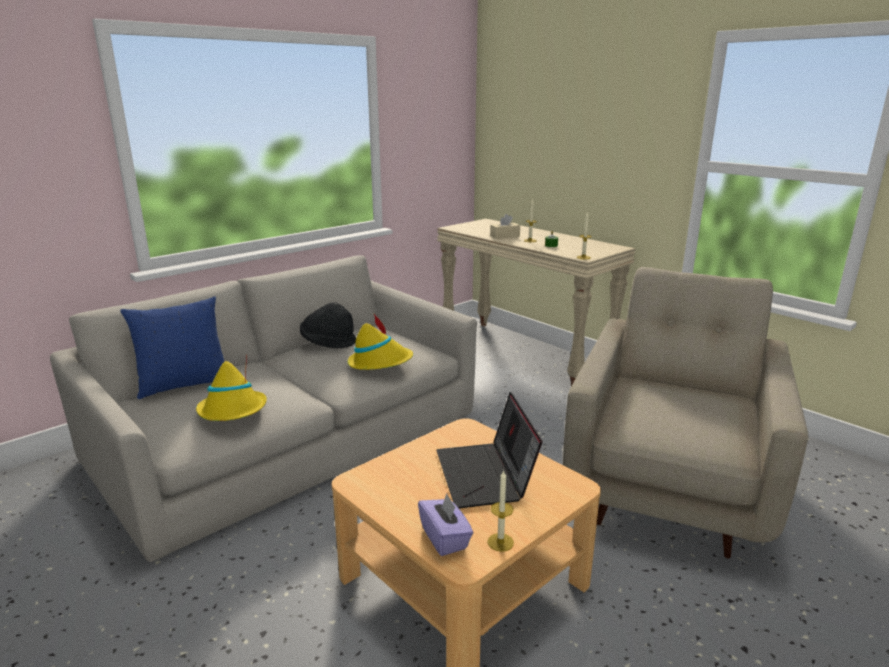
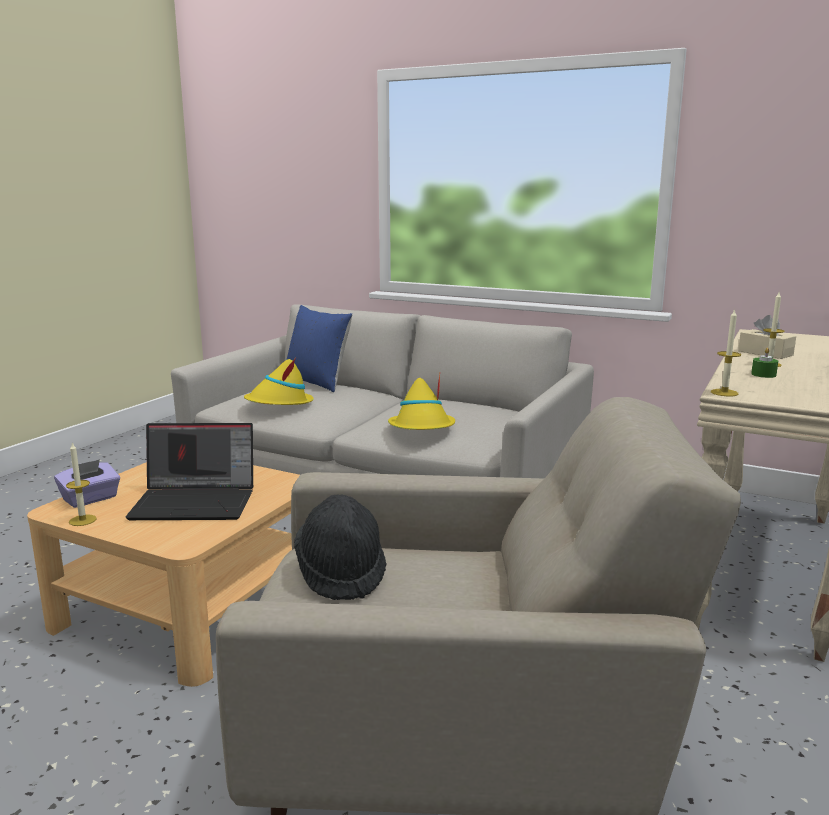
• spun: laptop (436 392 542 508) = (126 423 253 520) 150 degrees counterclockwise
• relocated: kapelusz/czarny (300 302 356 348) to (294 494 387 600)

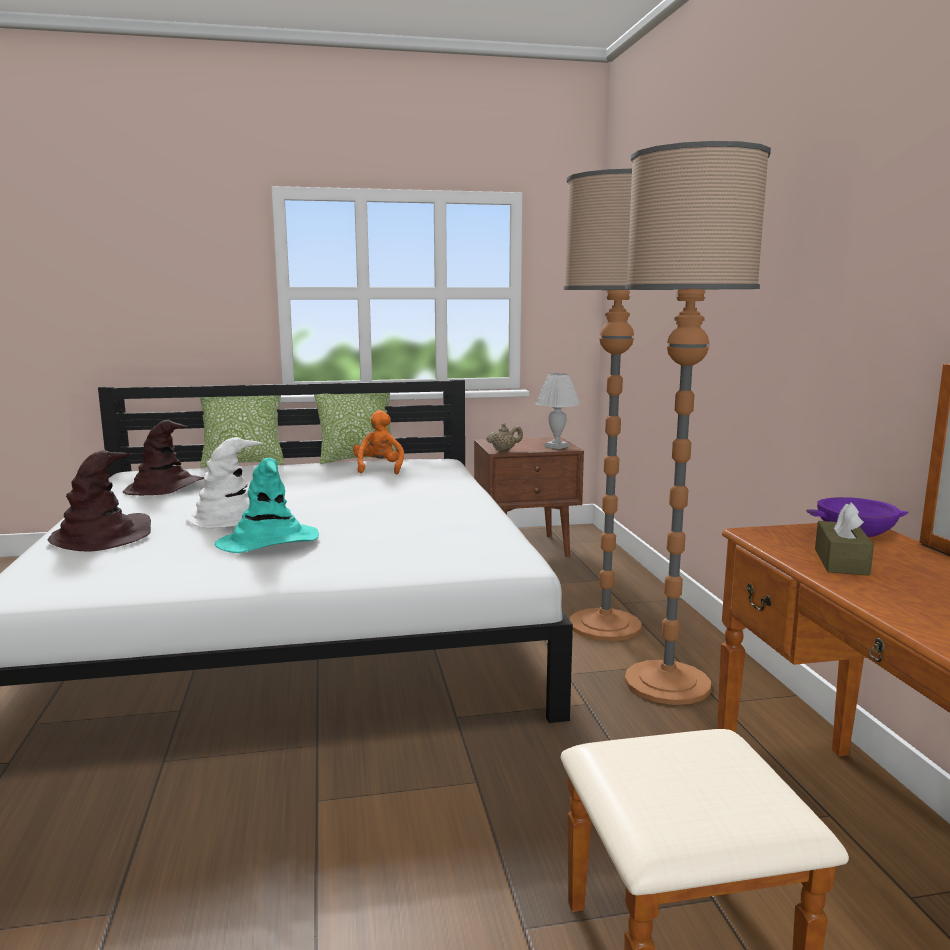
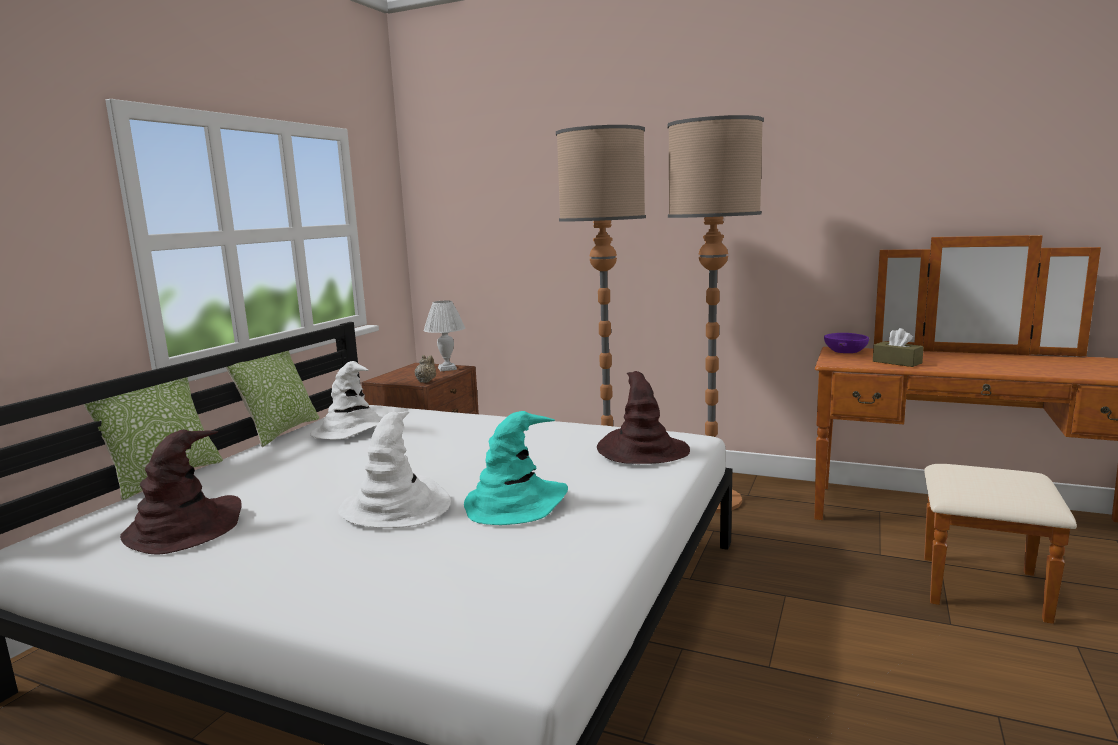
• exchanged: pluszak/pomarańczowy (353 410 404 474) to kapelusz/biały (310 361 385 440)
• relocated: kapelusz/brązowy (47 450 151 552) to (597 371 690 464)

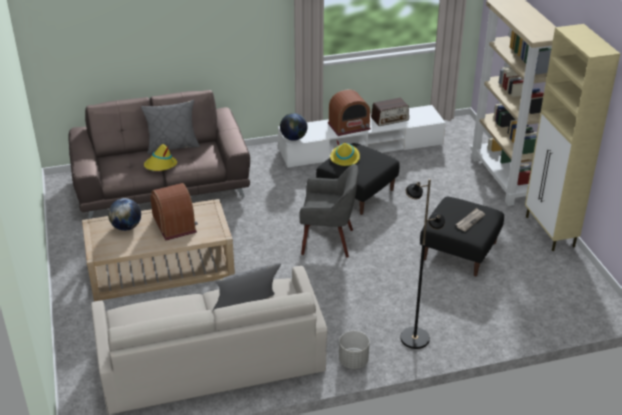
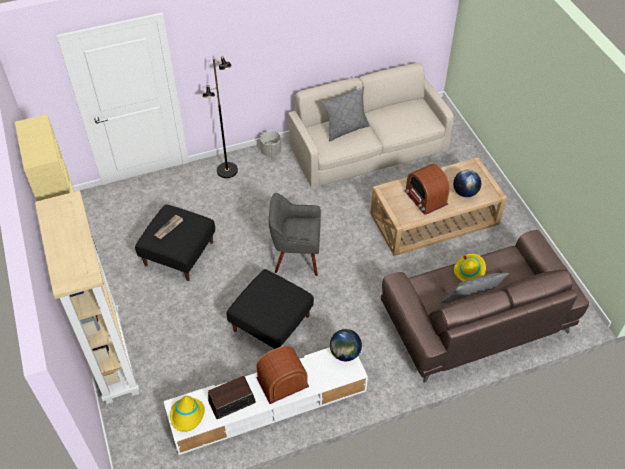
• relocated: kapelusz/żółty (330 141 360 166) to (170 396 205 432)

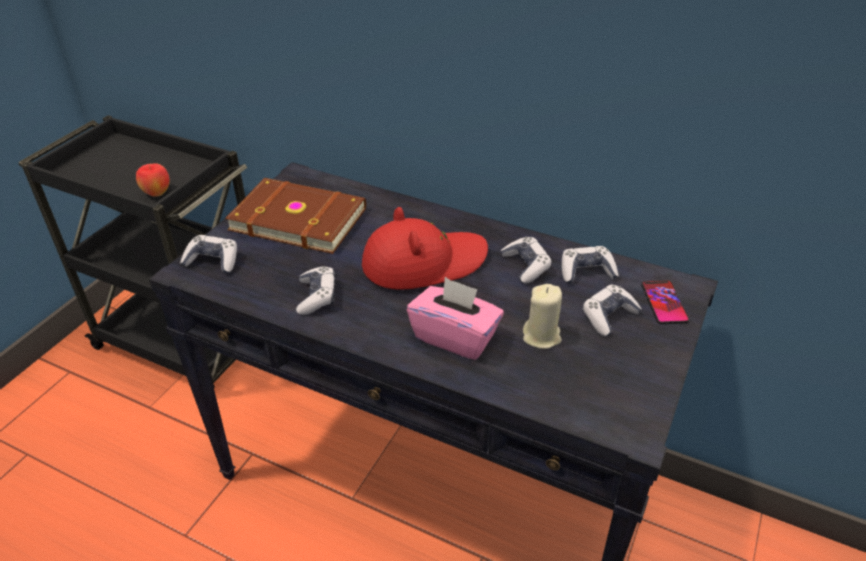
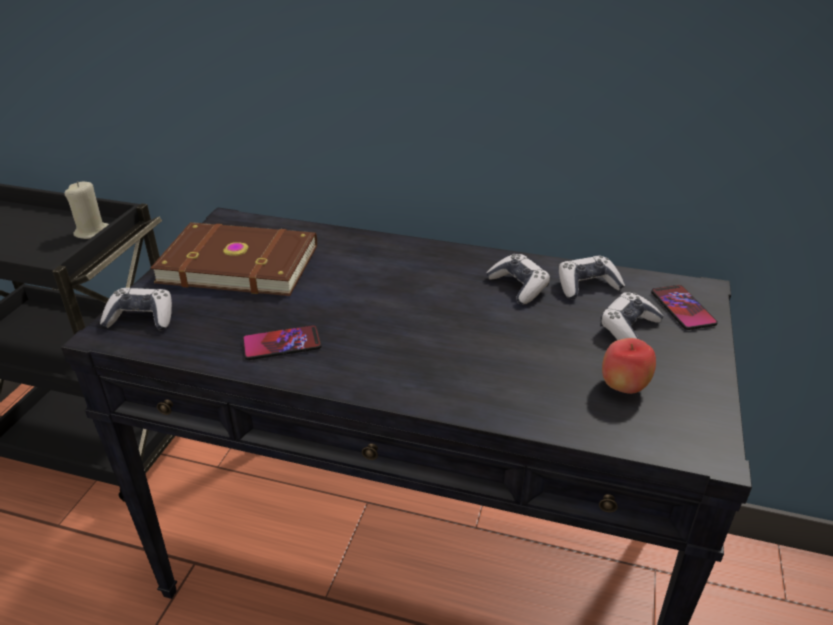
• relocated: świeca/beżowy (523 284 562 349) to (64 181 109 239)
• exchanged: pad do gier (296 266 335 315) to telefon (242 325 322 360)
• relocated: jabłko (136 163 170 197) to (602 338 656 394)
• missing: kapelusz/czerwony (362 207 488 290)
• missing: pudełko chusteczek/różowy (407 277 504 360)

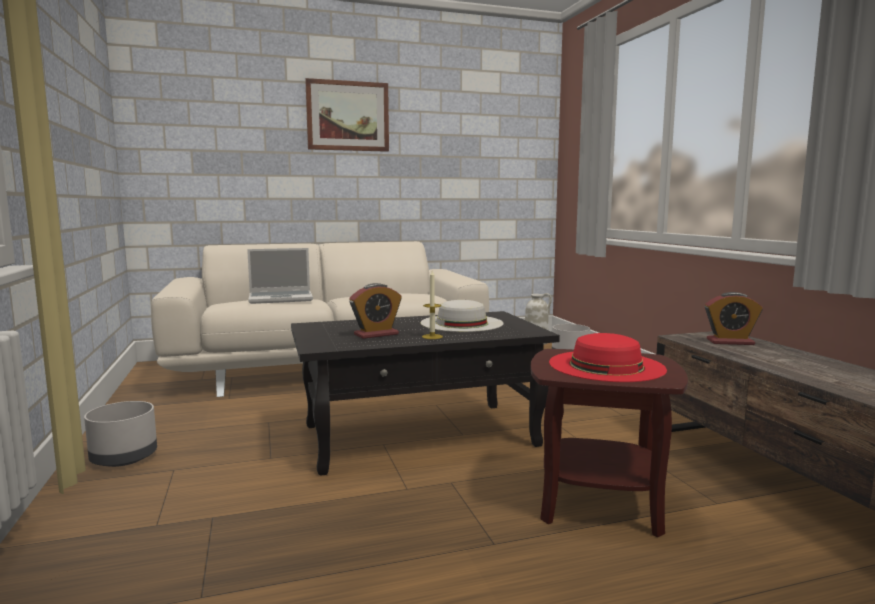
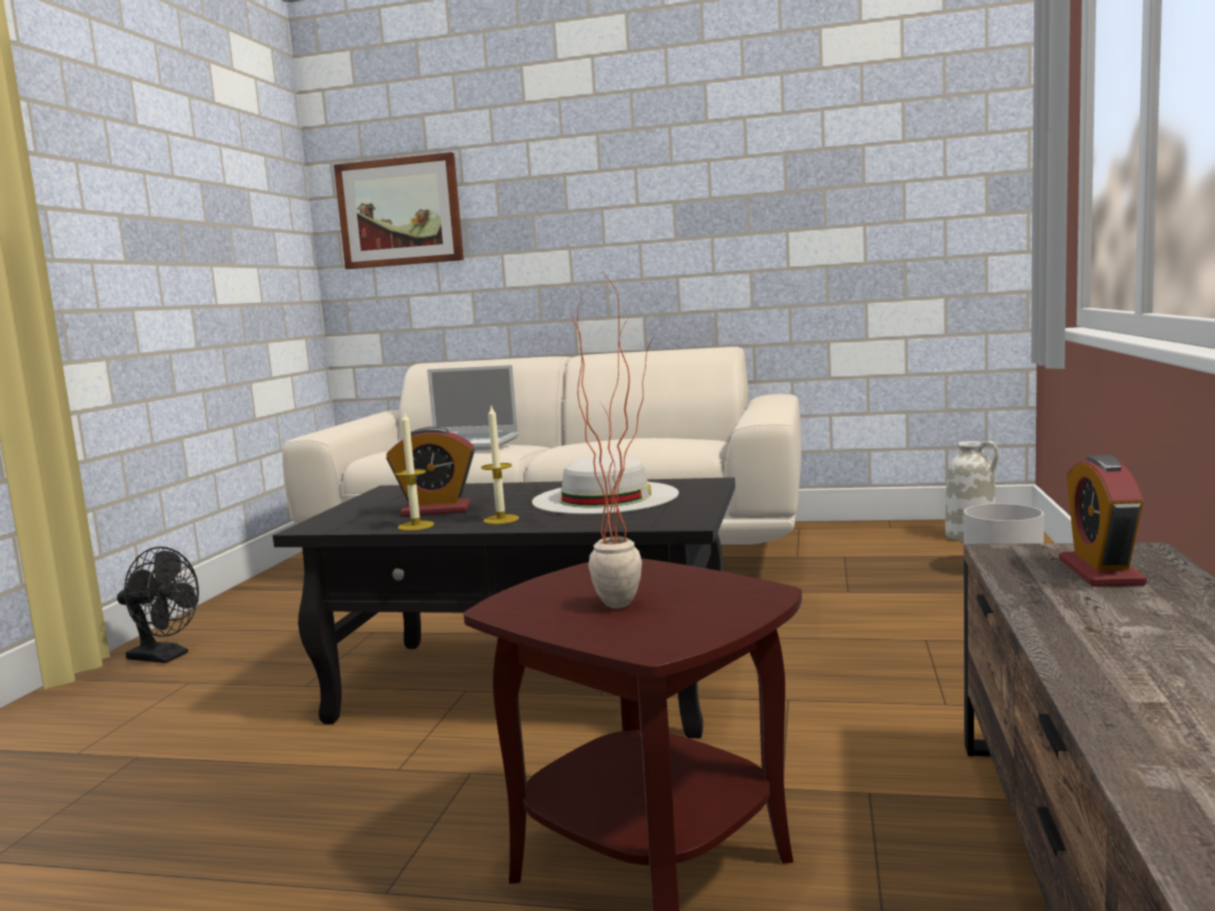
• exchanged: donica/szary (84 401 157 467) to wentylator/czarny (117 547 199 663)
• relocated: obraz (305 78 389 152) to (334 152 464 269)
• appeared: świeca (395 410 434 531)
• exchanged: kapelusz/czerwony (549 333 667 382) to roślina doniczkowa (570 275 654 608)
• spun: budzik (705 292 763 345) = (1059 455 1147 587) 60 degrees clockwise

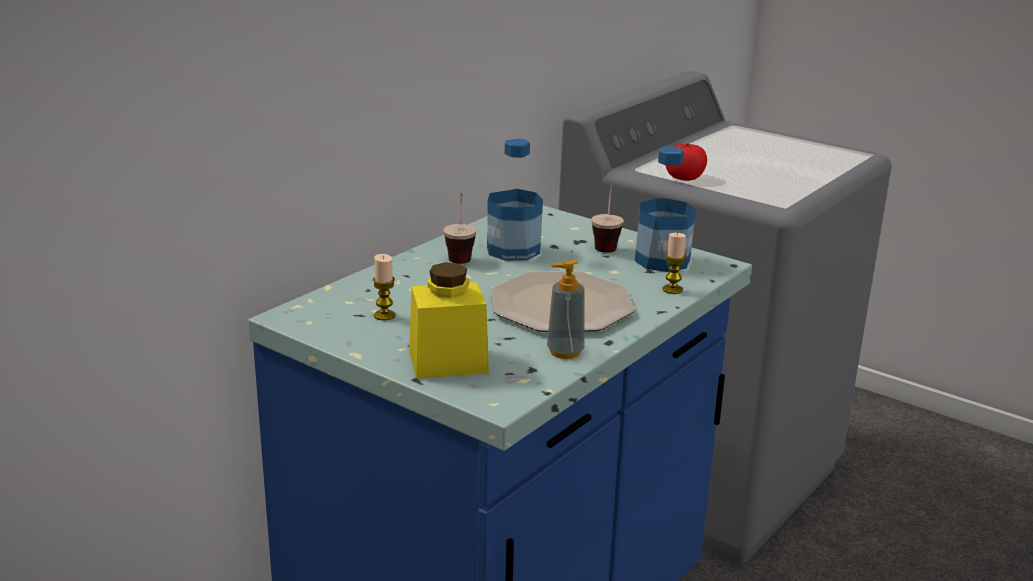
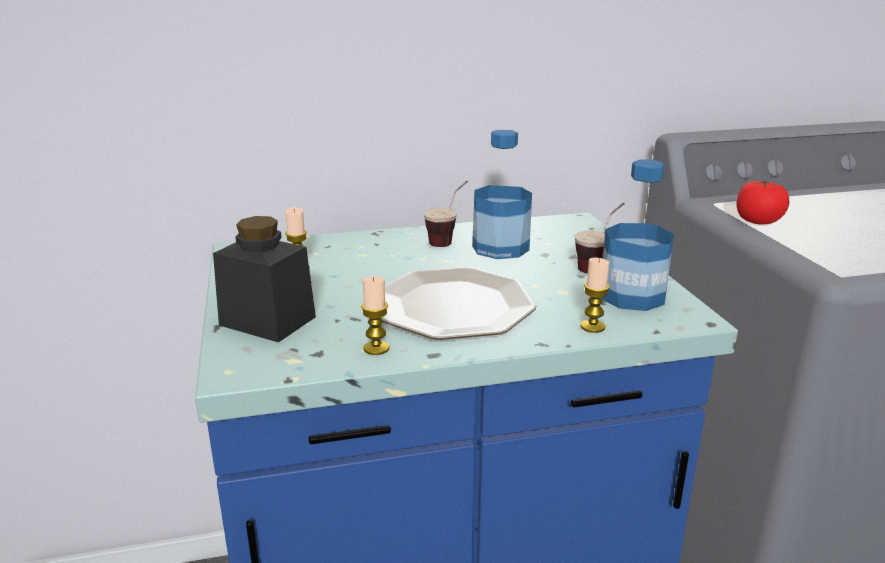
• colour: słoik/żółty (409 262 489 379) to słoik/czarny (213 216 316 342)
• exchanged: dozownik mydła (547 260 585 359) to świeca (361 276 389 355)

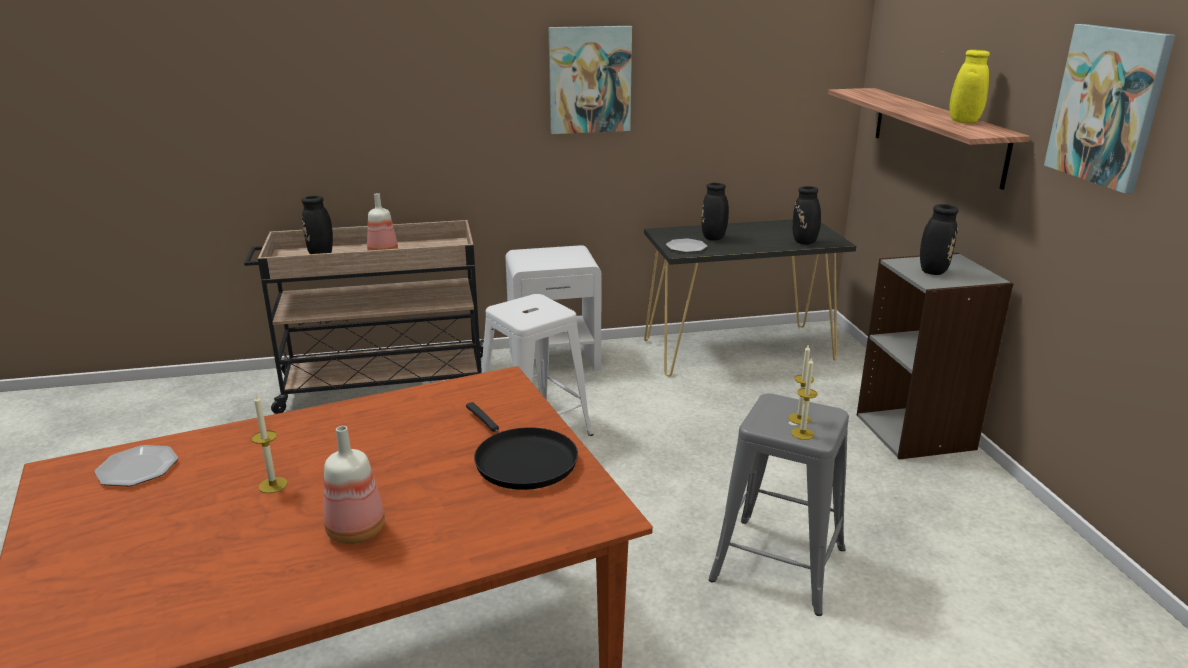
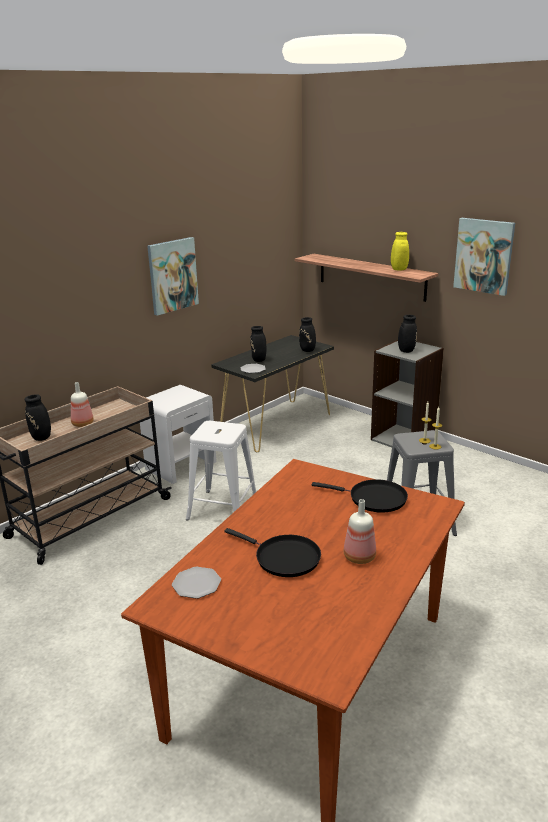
• exchanged: świeca (251 394 288 493) to patelnia/czarny (224 528 321 577)

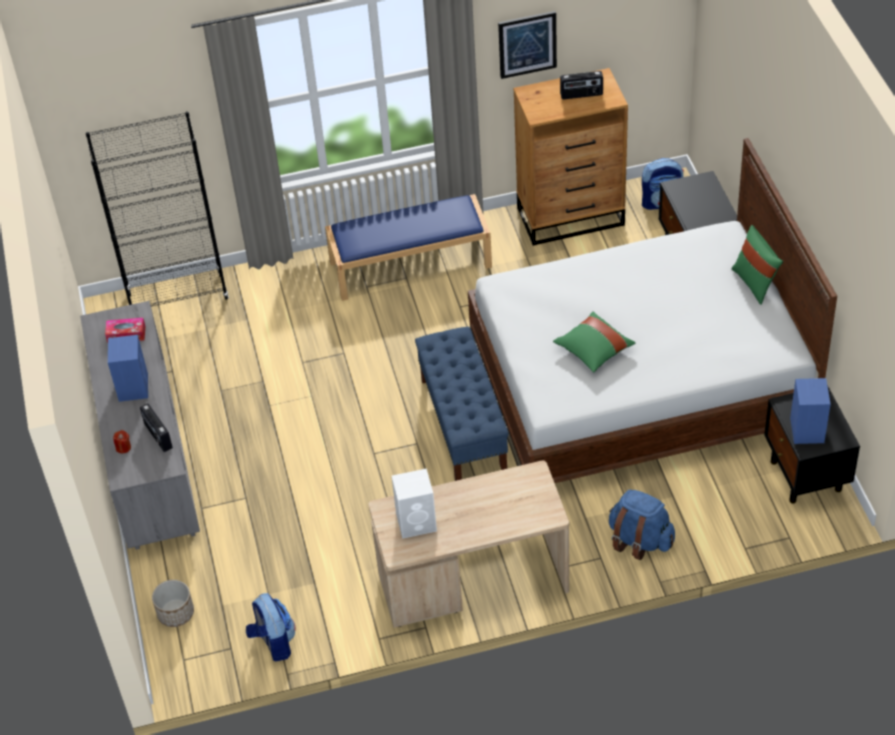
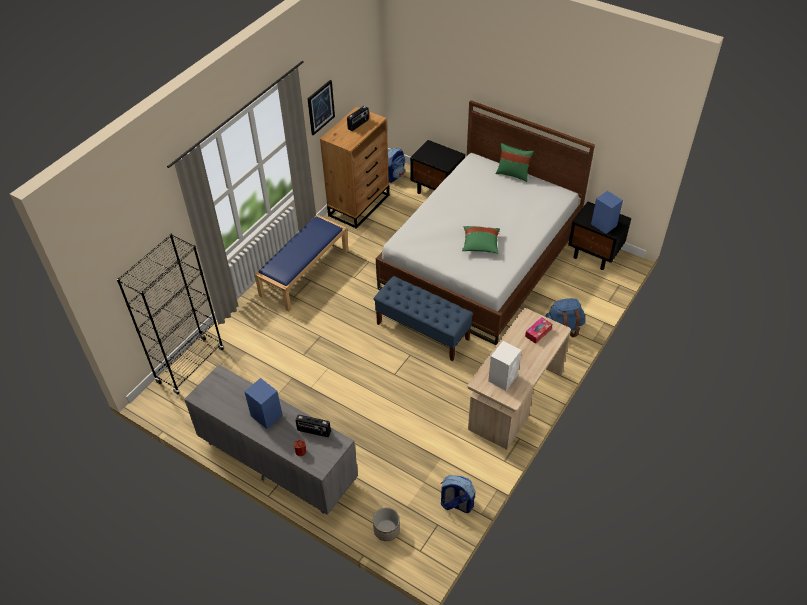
• relocated: pudełko chusteczek (105 318 145 343) to (525 317 552 344)

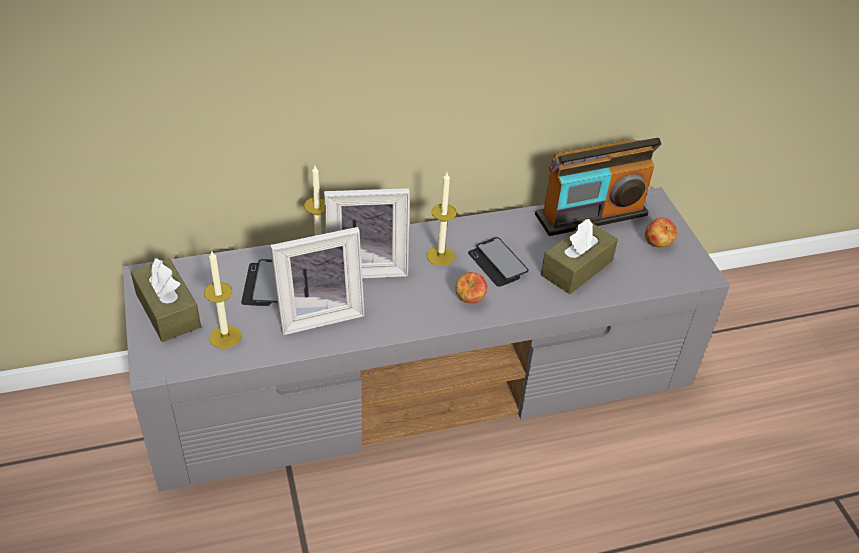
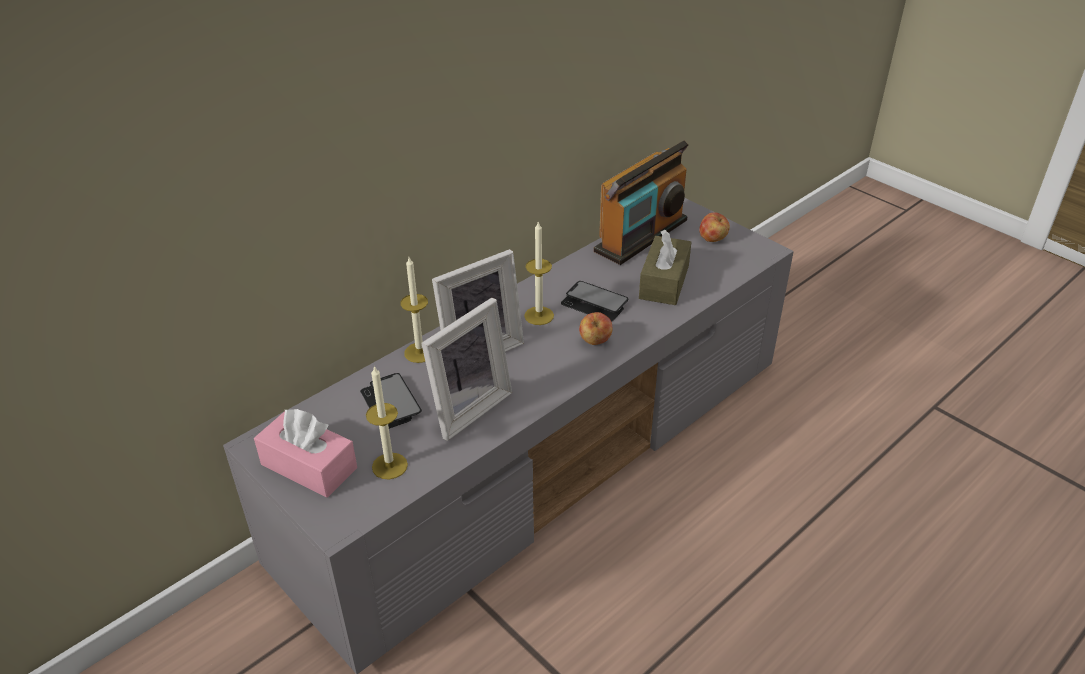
• colour: pudełko chusteczek/brązowy (131 258 201 342) to pudełko chusteczek/różowy (254 409 357 498)

